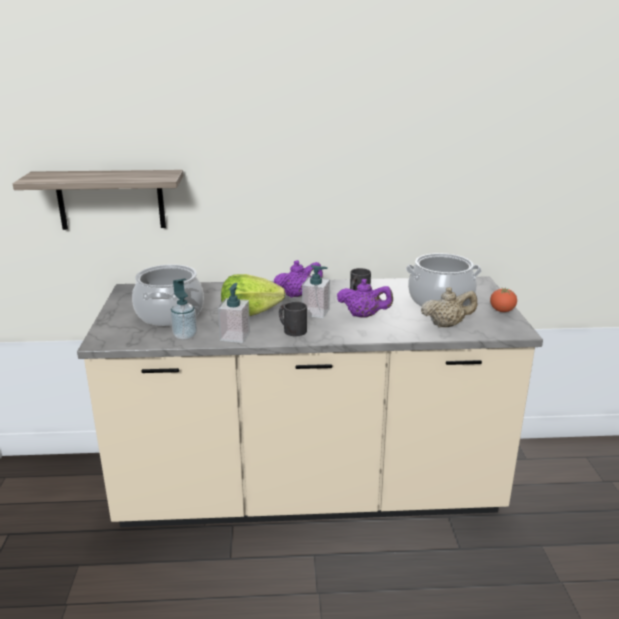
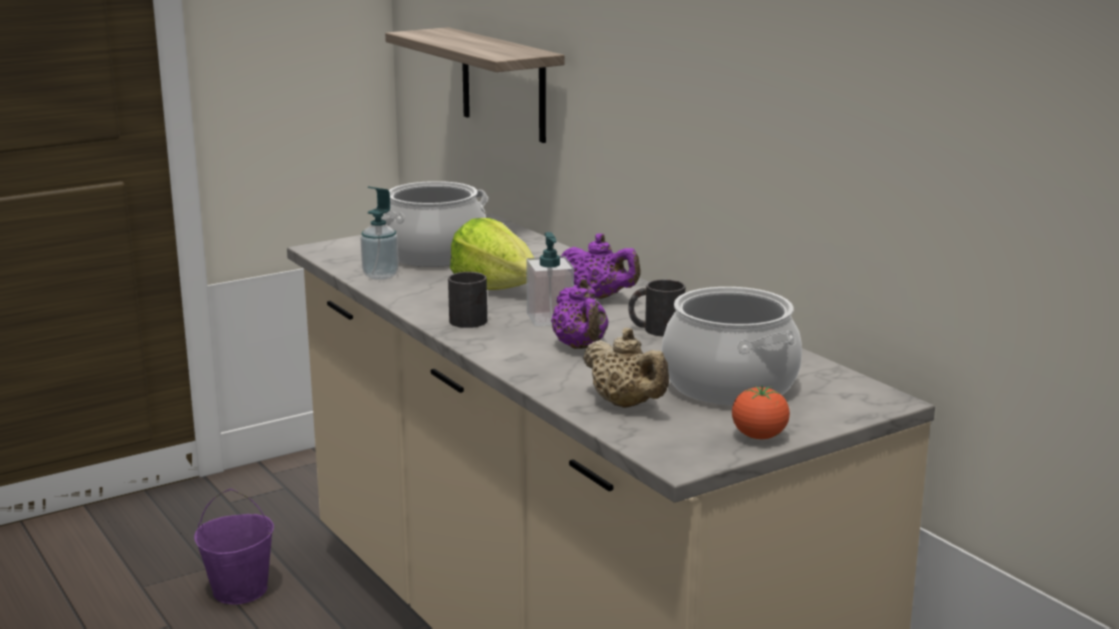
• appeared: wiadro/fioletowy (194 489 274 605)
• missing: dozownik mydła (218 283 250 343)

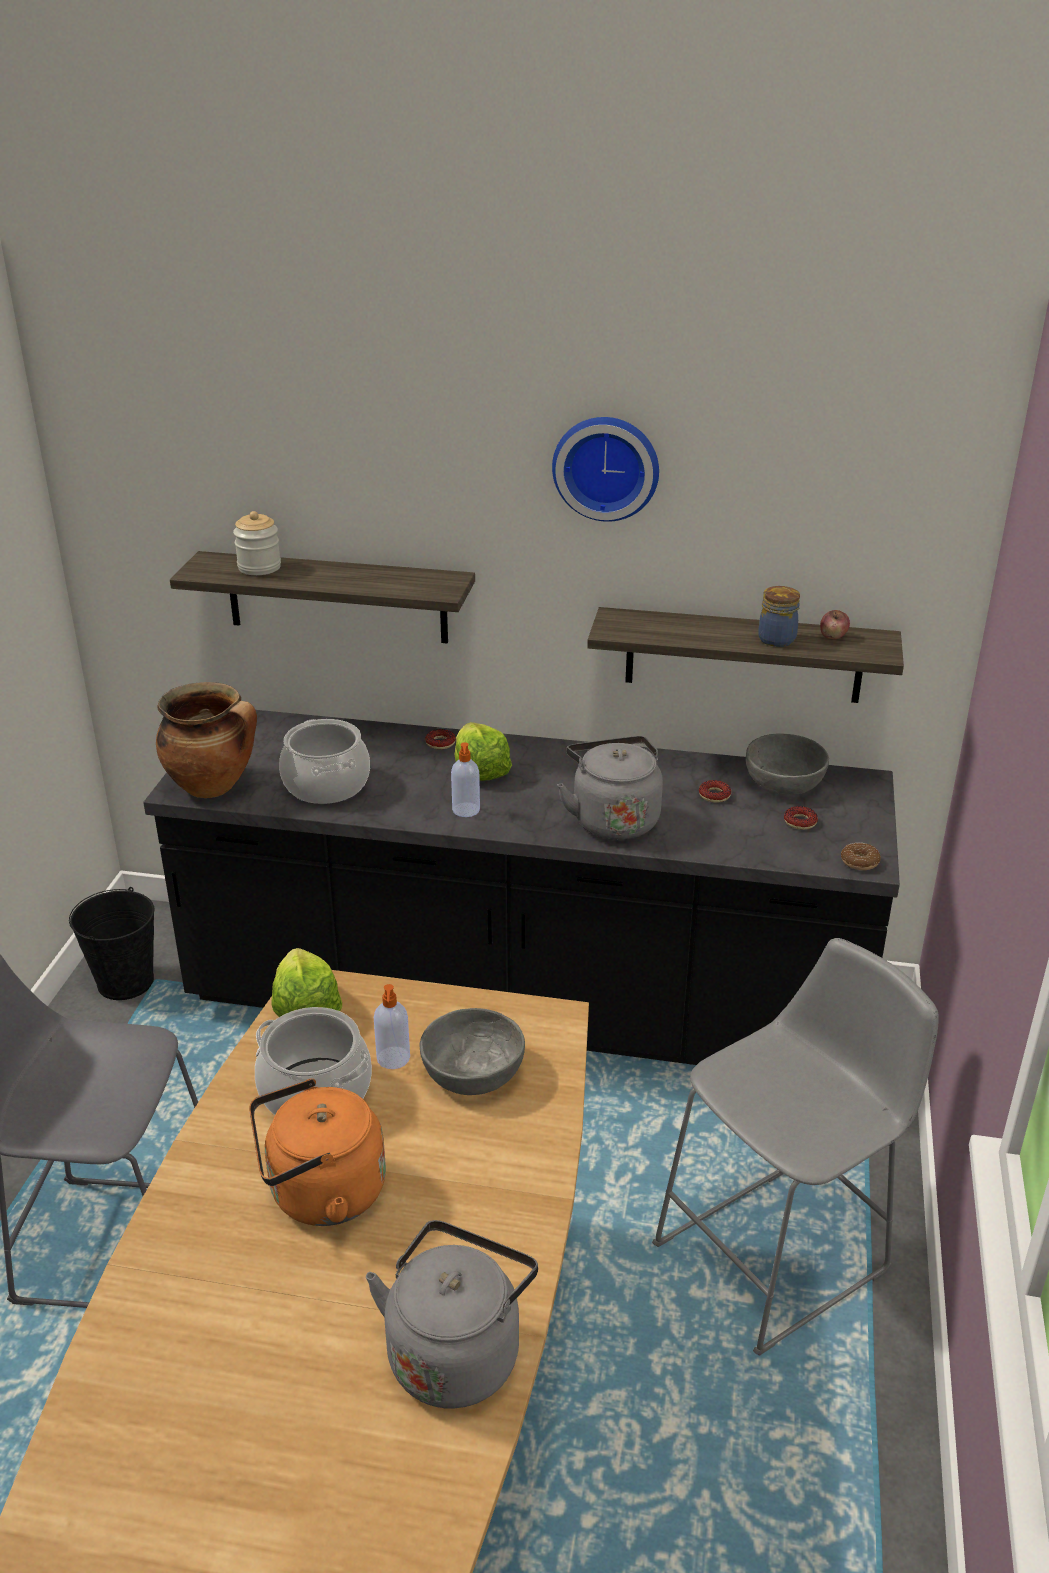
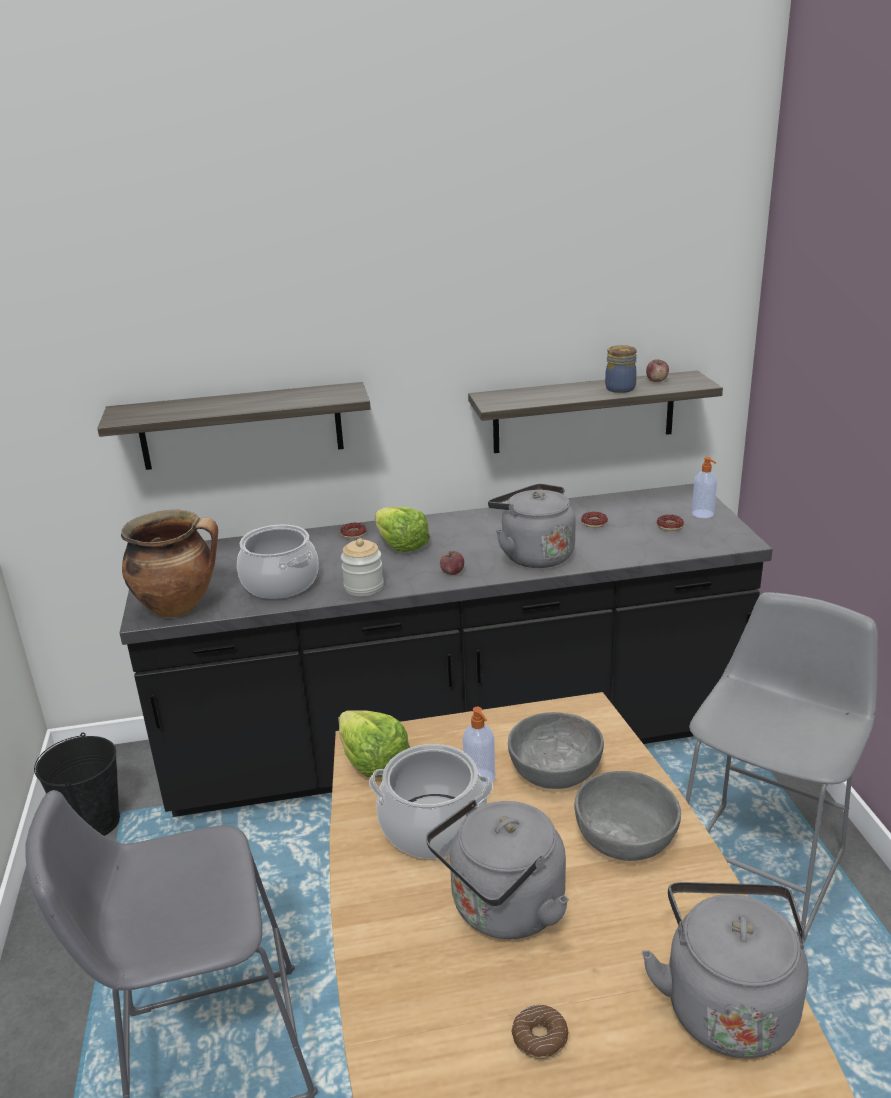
• relocated: słoik (233 511 281 575) to (341 538 384 596)
• colour: czajnik/pomarańczowy (249 1079 386 1226) to czajnik/szary (426 799 569 939)
• appeared: jabłko (440 551 464 575)
• relocated: donut (841 843 881 870) to (512 1005 568 1059)
• relocated: miska/szary (746 734 829 795) to (574 771 681 861)
• relocated: dozownik mydła (451 742 480 817) to (692 457 717 518)
• missing: zegar ścienny (552 417 659 522)

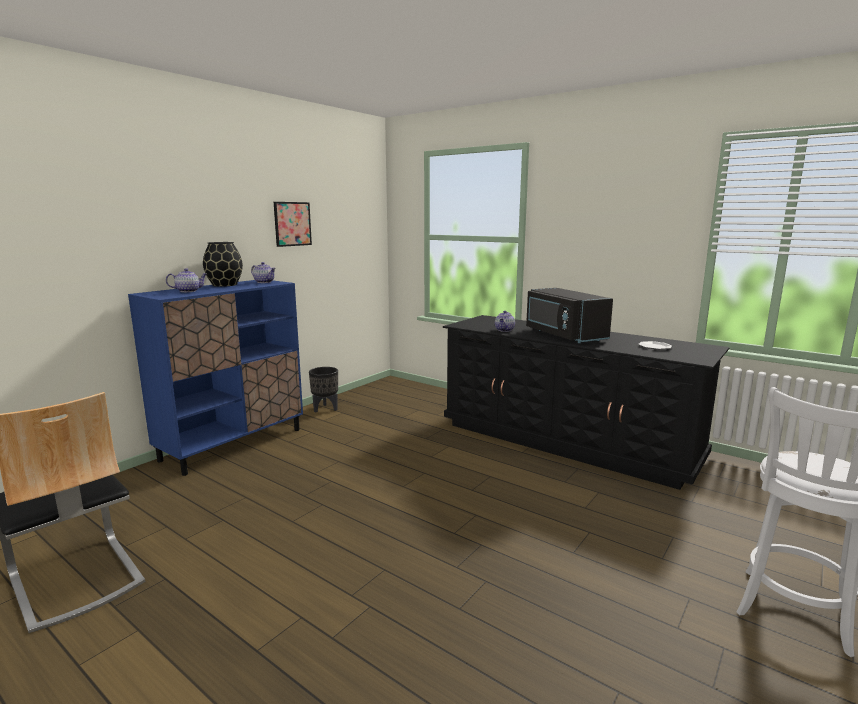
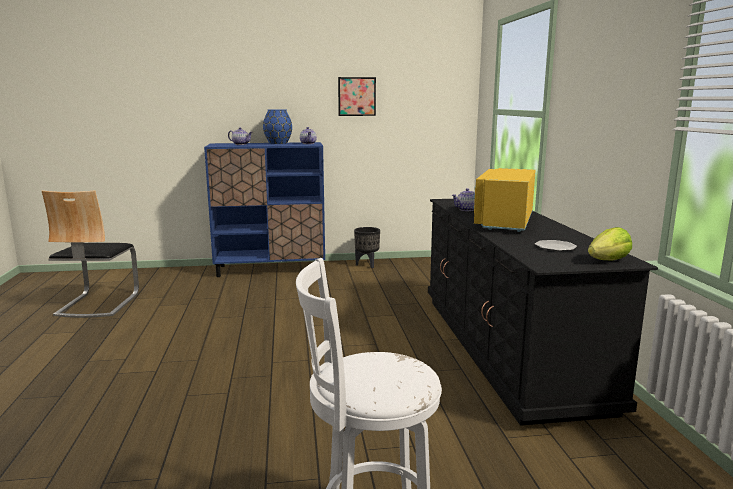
• colour: wazon/czarny (203 242 243 287) to wazon/niebieski (263 109 292 144)
• colour: mikrofalówka/czarny (526 288 613 343) to mikrofalówka/żółty (473 168 536 232)
• appeared: sałata (588 227 632 260)

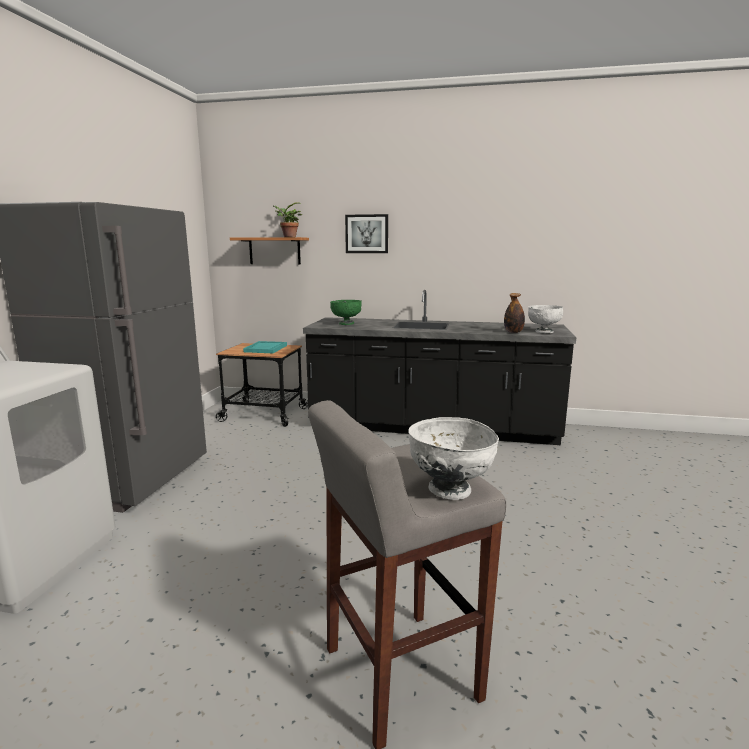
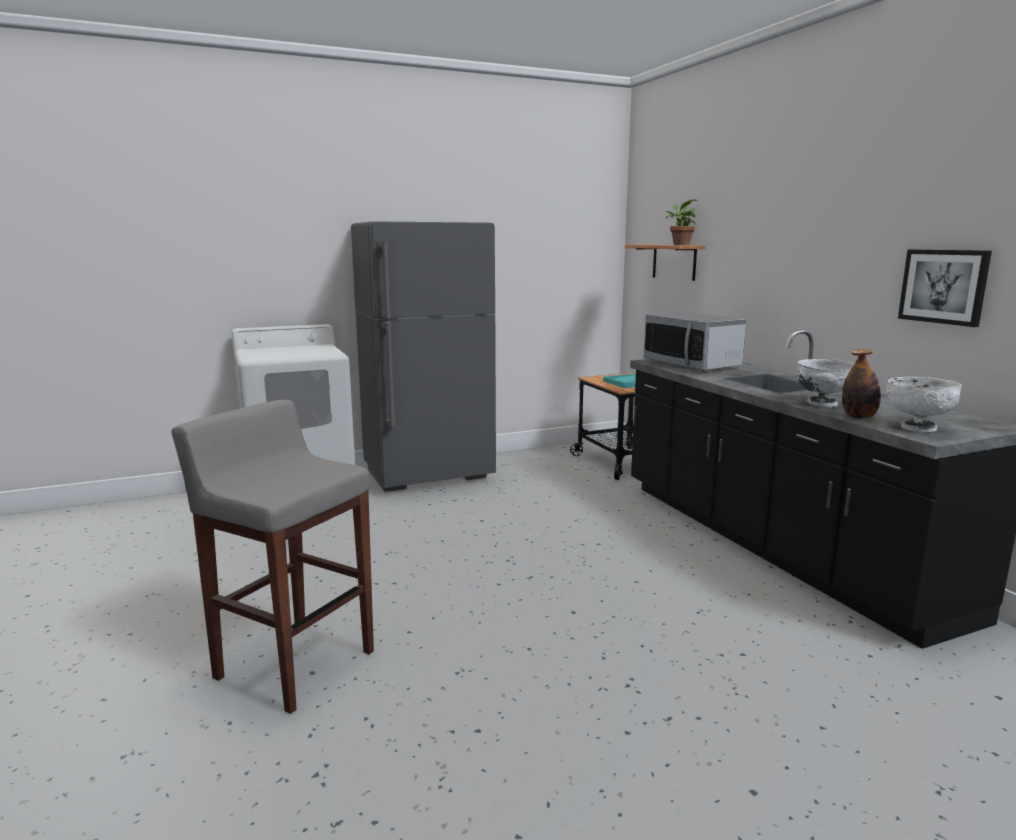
• exchanged: miska/zielony (330 300 362 325) to mikrofalówka (644 312 746 371)
• relocated: miska/biały (408 417 499 500) to (797 359 855 407)
• relocated: obraz (345 214 388 253) to (898 249 992 327)

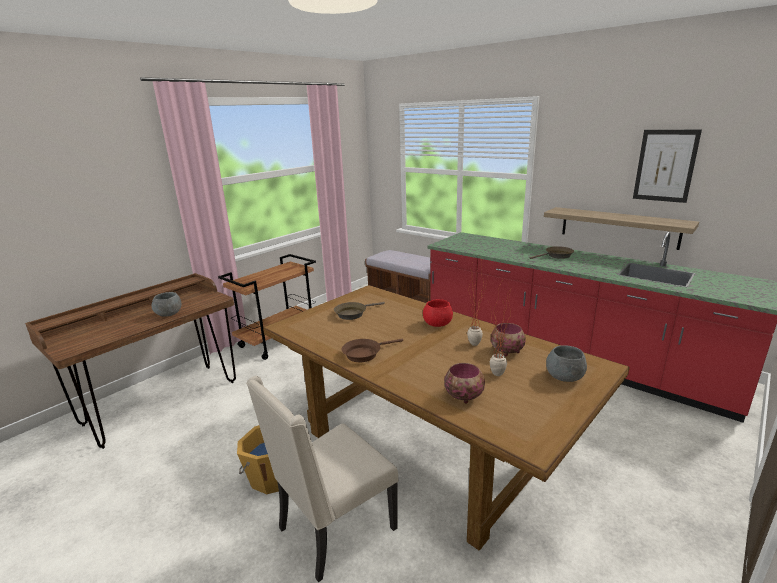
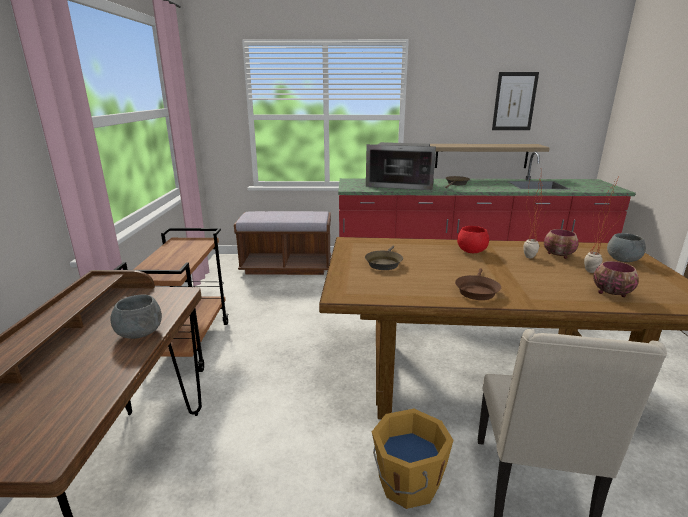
• appeared: mikrofalówka (366 142 436 190)

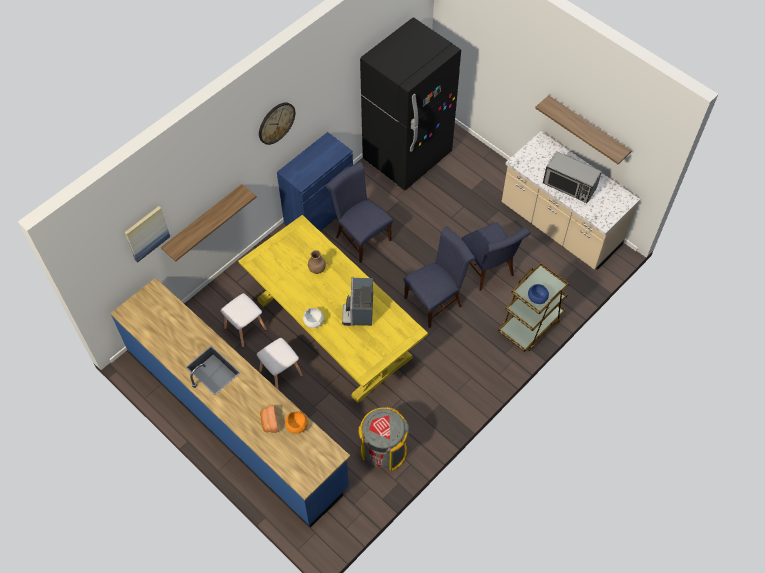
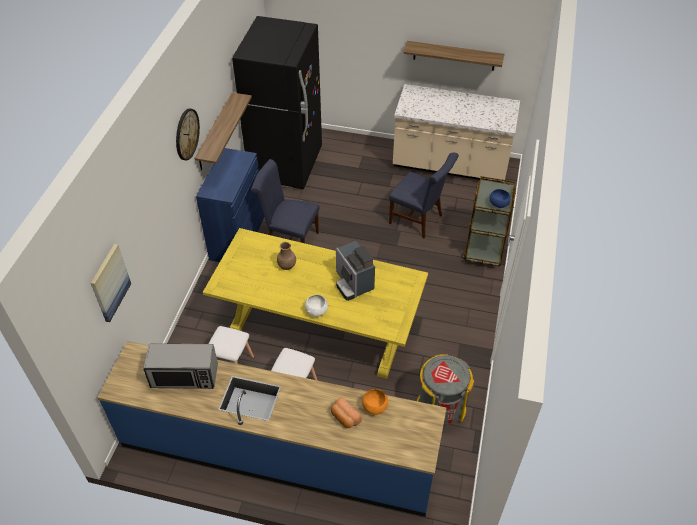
• relocated: mikrofalówka (543 151 602 203) to (143 343 218 389)
• relocated: półka (161 184 257 262) to (194 93 252 170)
• missing: krzesło/niebieski (403 226 475 328)

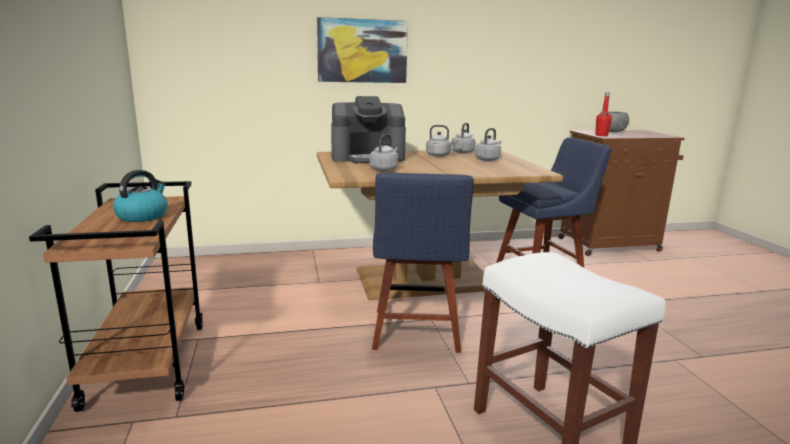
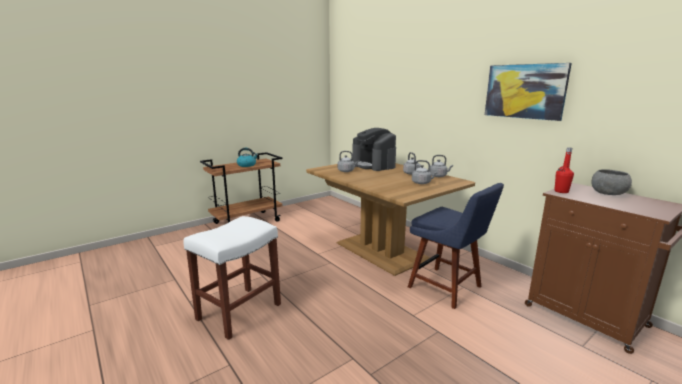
• relocated: obraz (317 17 408 83) to (485 63 572 121)
• missing: krzesło/niebieski (372 173 474 353)

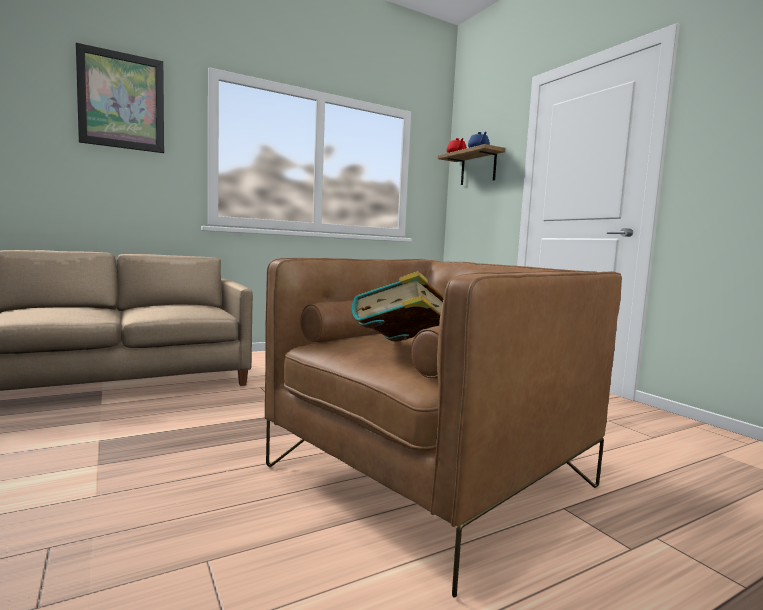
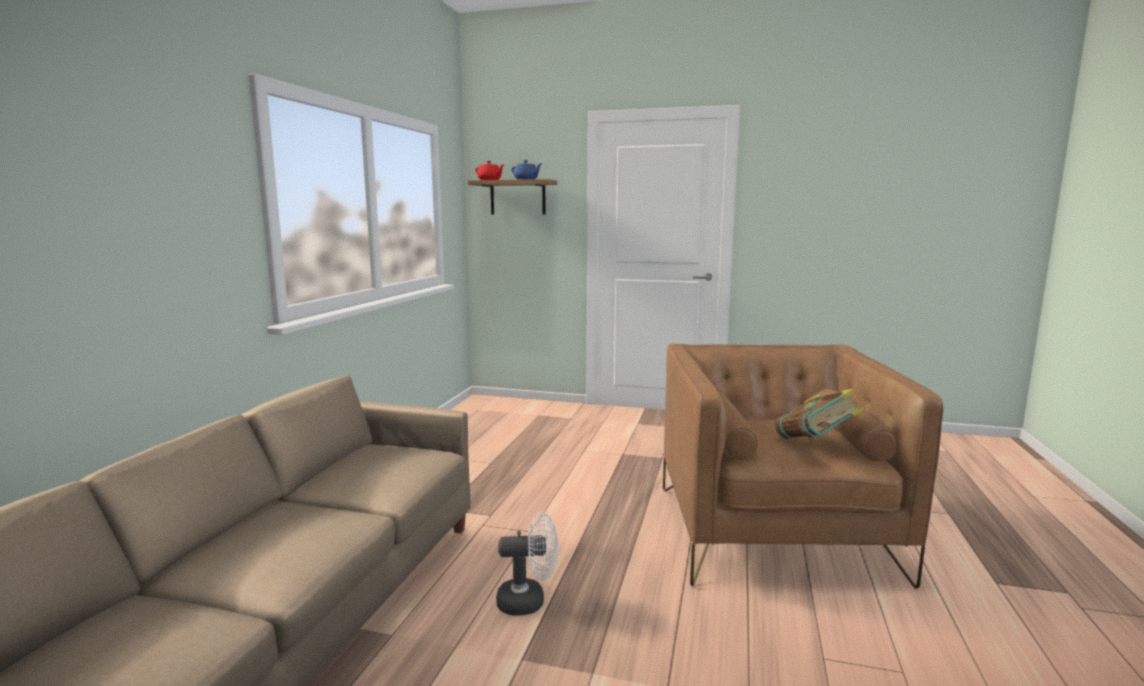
• appeared: wentylator/biały (496 513 558 616)
• missing: obraz (76 43 164 153)

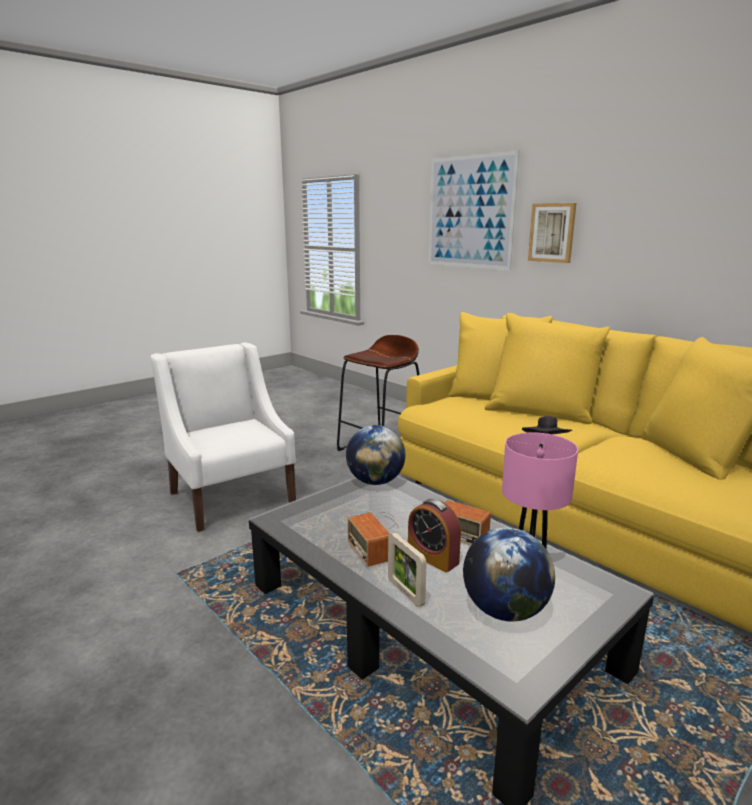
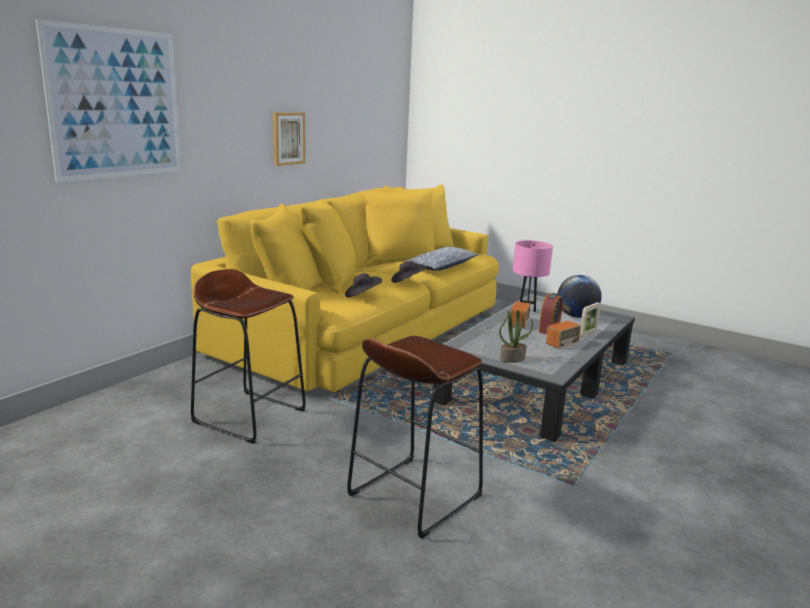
• relocated: obraz (528 203 577 263) to (273 112 305 166)
• appeared: kapelusz/czarny (345 273 382 297)
• exchanged: fotel/biały (151 342 296 532) to stołek/brązowy (347 336 483 539)
• appeared: poduszka (405 247 479 270)
• appeared: roślina doniczkowa (499 310 533 363)
• missing: globus (346 425 406 485)

